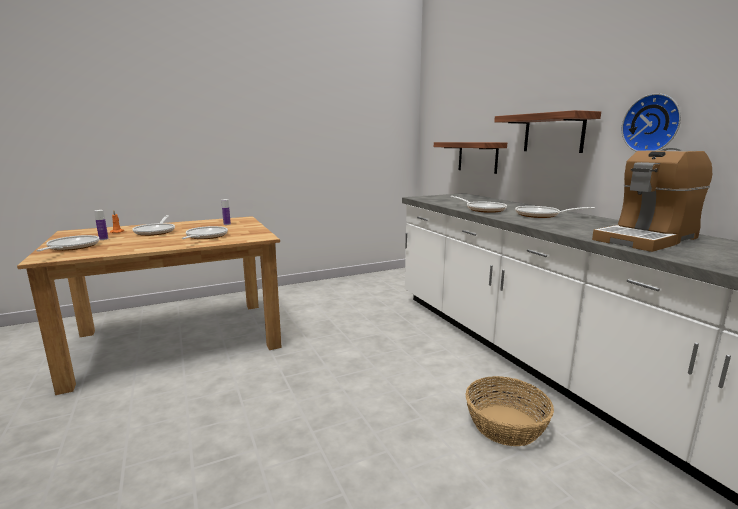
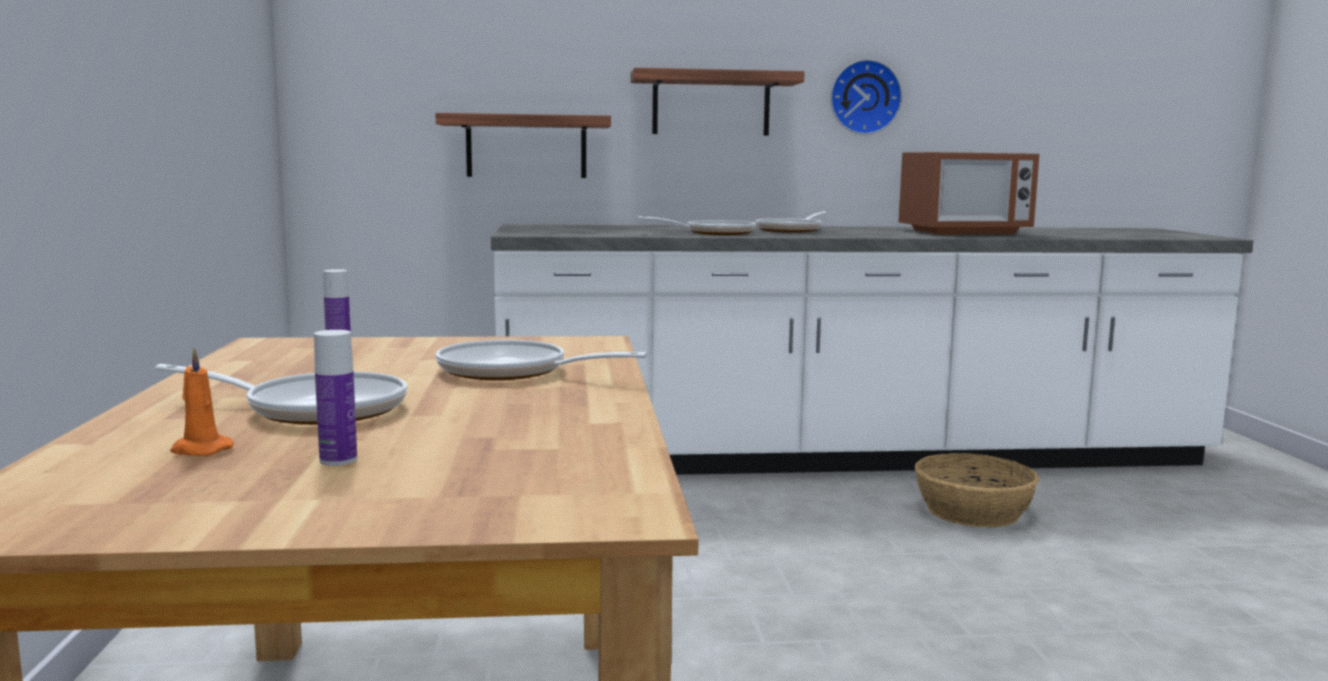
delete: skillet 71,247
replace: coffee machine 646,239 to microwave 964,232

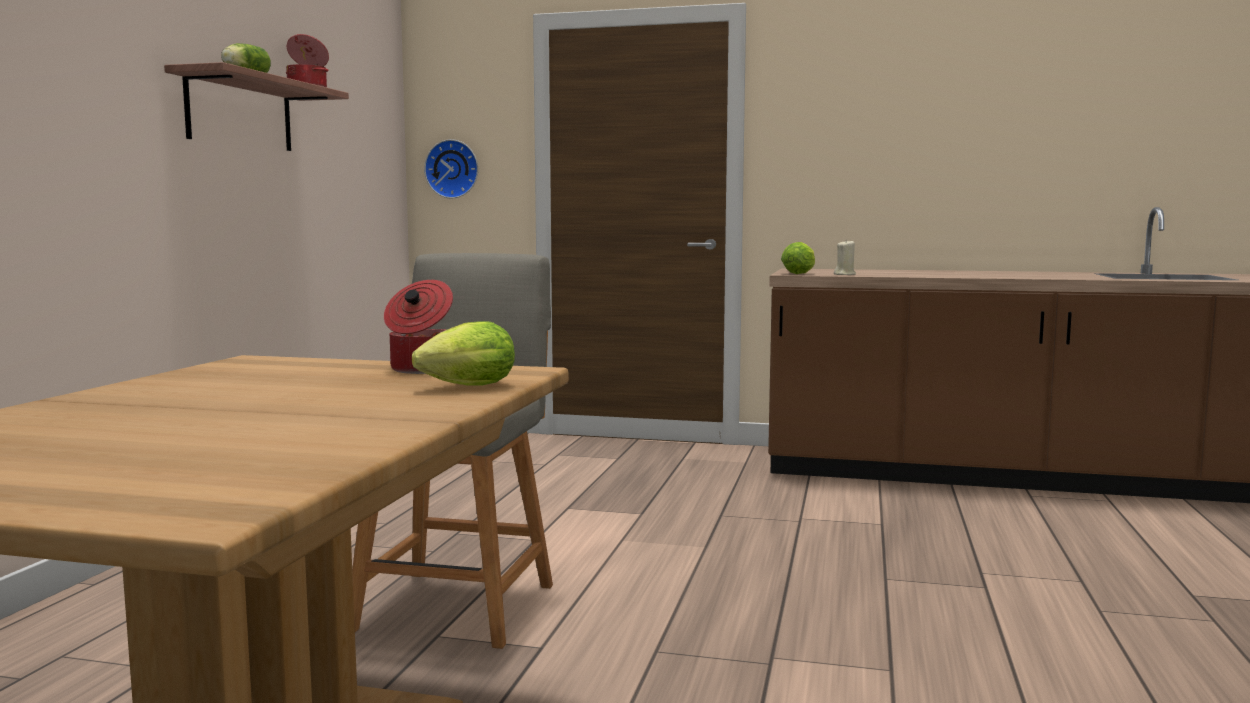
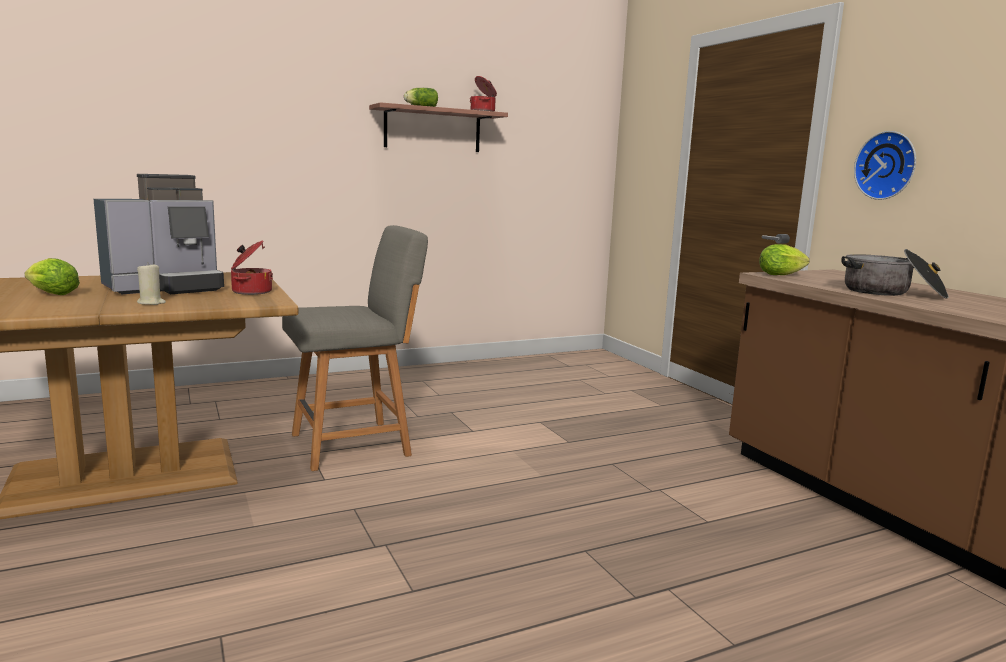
insert: coffee machine 167,288; stockpot 892,292
move: lettuce 463,387 to 50,294; wax light (sand-coloured) 845,274 to 151,303; wall clock 453,169 to 887,165

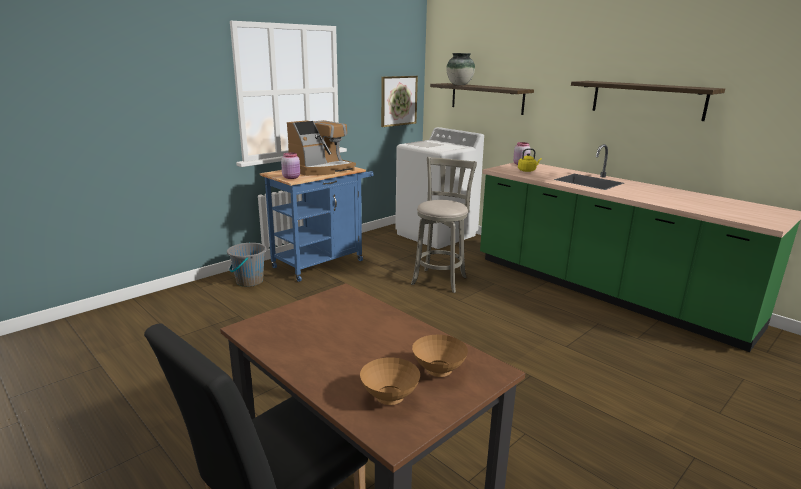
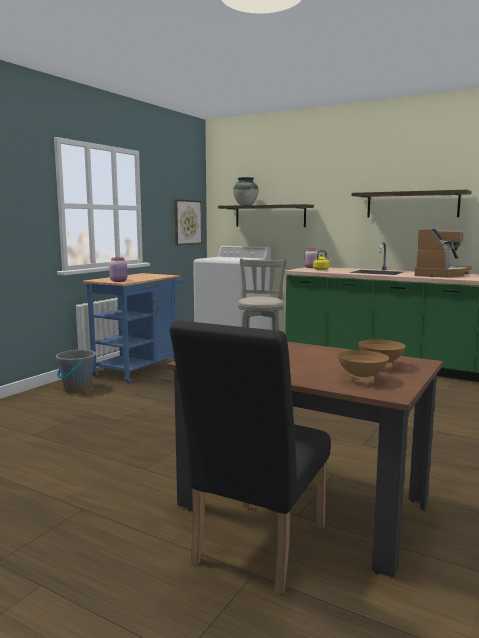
move: coffee machine 321,170 to 441,274

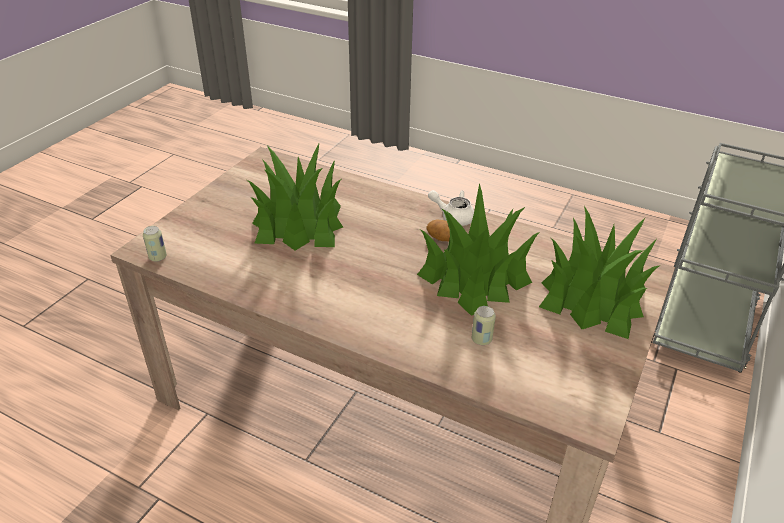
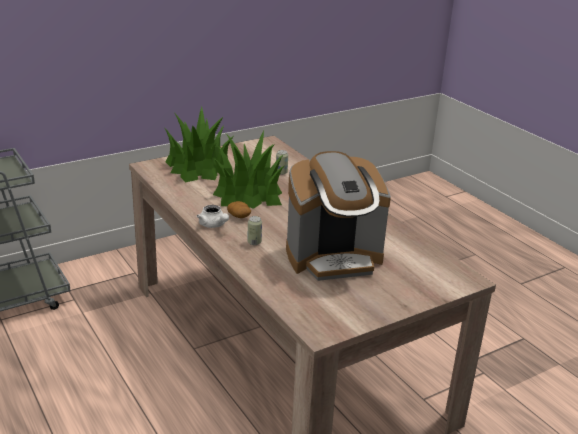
move: can 158,257 to 254,242
replace: plant in a pot 299,224 to coffee machine 334,258

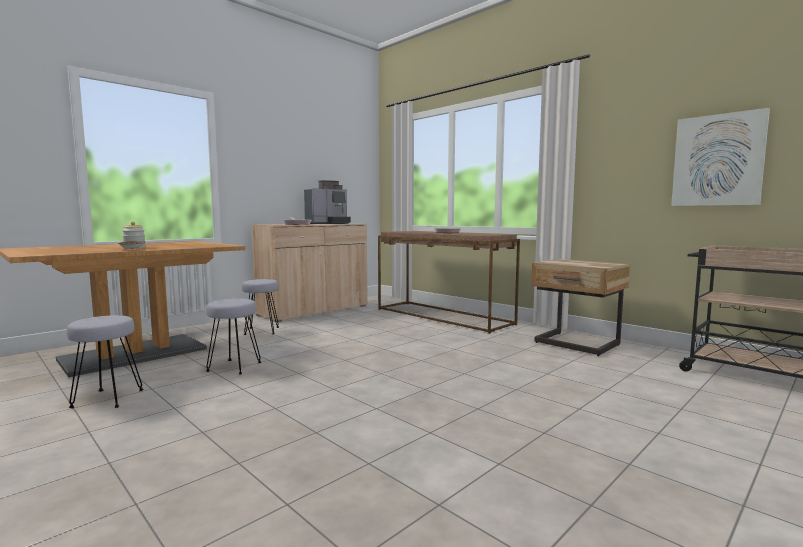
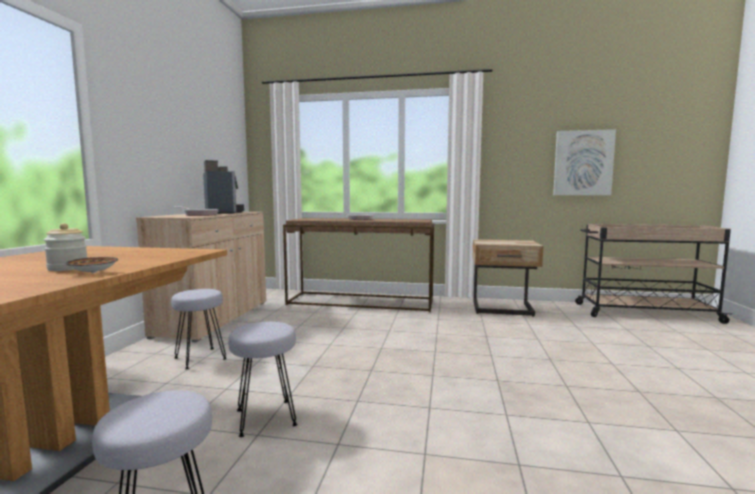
rotate: coffee machine 328,223 = 223,212 45 degrees counterclockwise

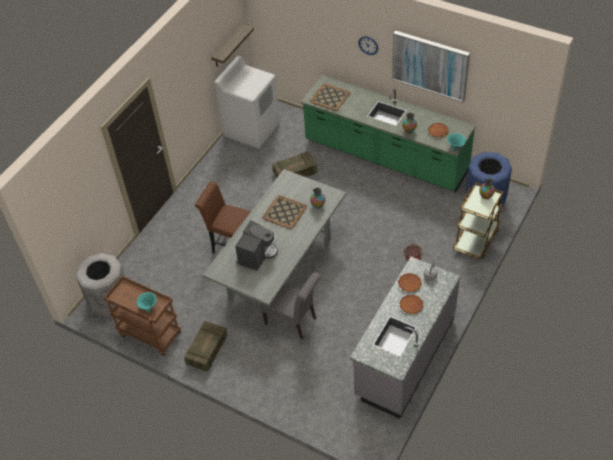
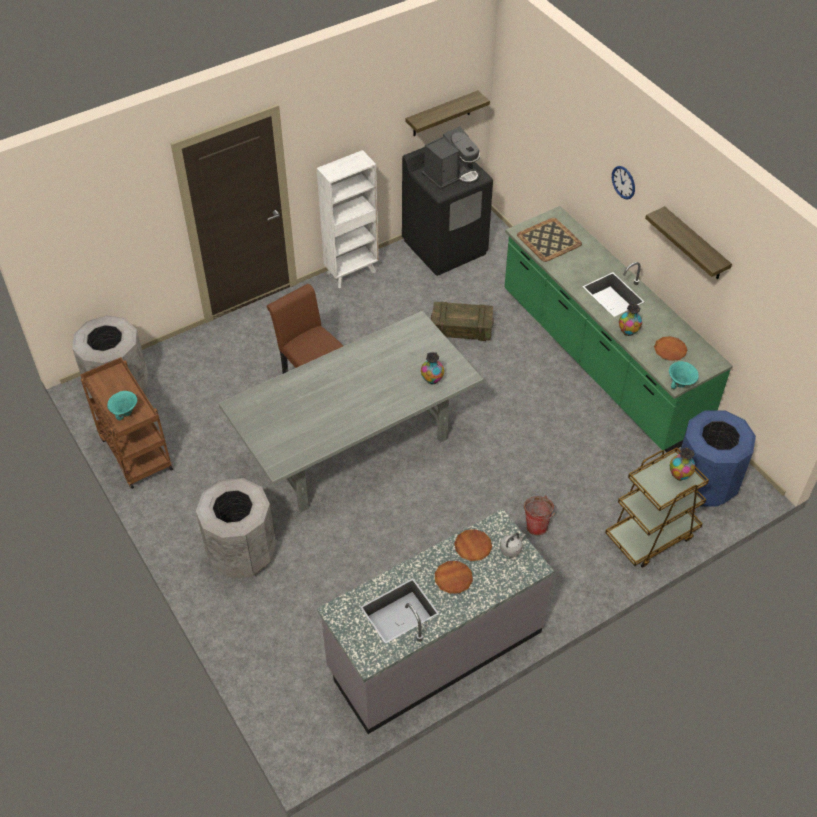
delete: shipping crate 207,350; chair (greyish) 293,322; carrying tray 284,212
insert: waste bin (greyish) 242,553; shelving unit (whitish) 352,272
move: coffee machine 256,255 to 451,176
replace: wall picture 430,65 to wall shelf 694,245
recolor: laundry appliance (whitish) 251,129 to laundry appliance (black-coloured) 445,247

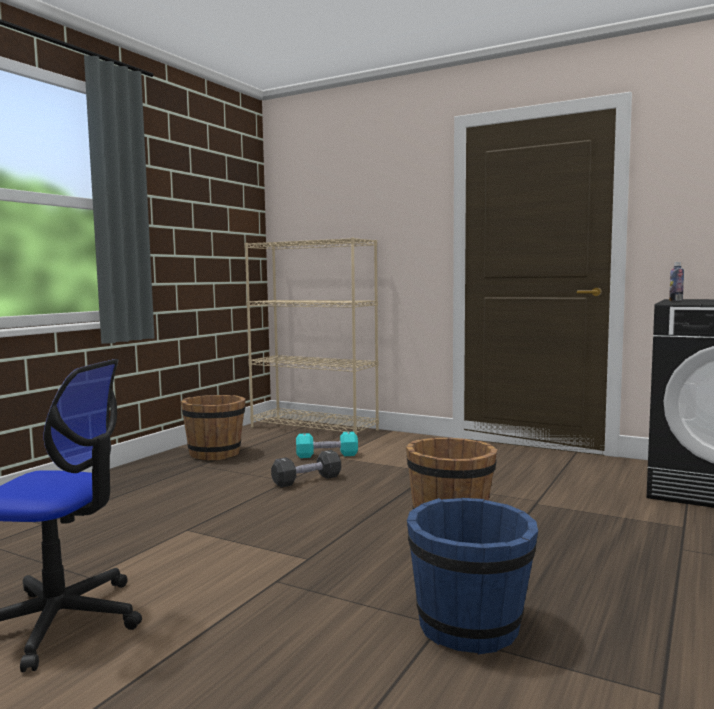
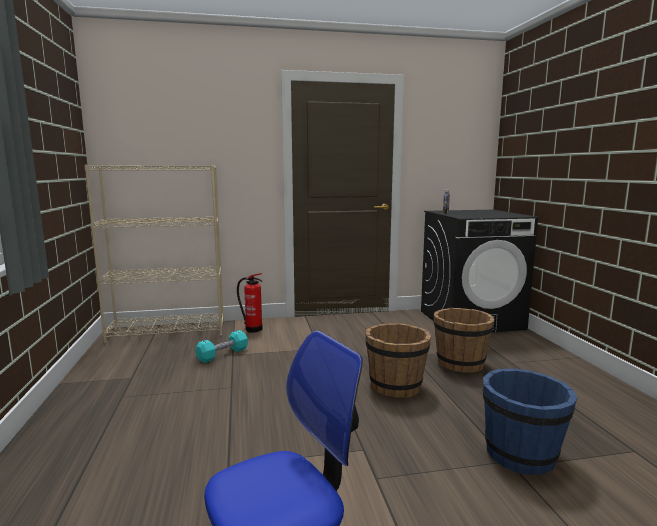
delete: dumbbell (black-coloured) 307,480
insert: extinguisher 252,329
move: water bucket (brownish) 215,454 to 460,363

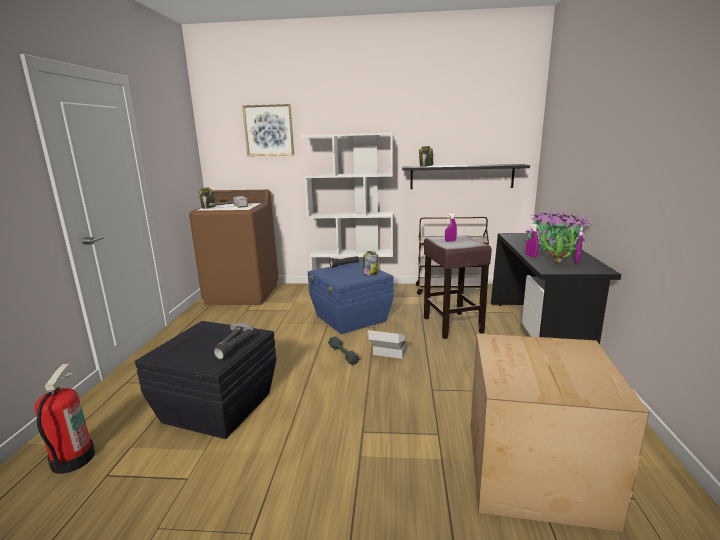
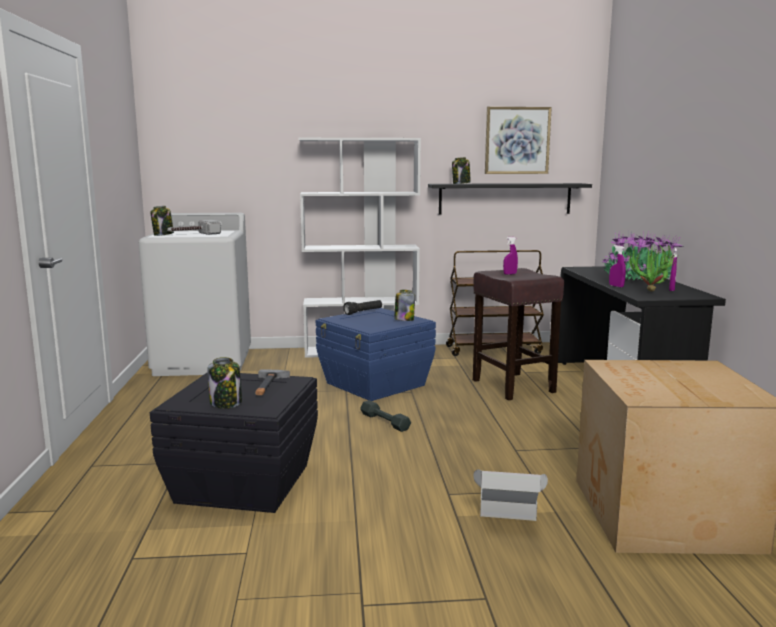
delete: extinguisher 72,459; hand torch (black-coloured) 235,349
insert: preserve jar 226,403
move: cardboard box 387,356 to 507,517; wall picture 269,130 to 517,140
recolor: laundry appliance (brownish) 243,294 to laundry appliance (whitish) 204,362

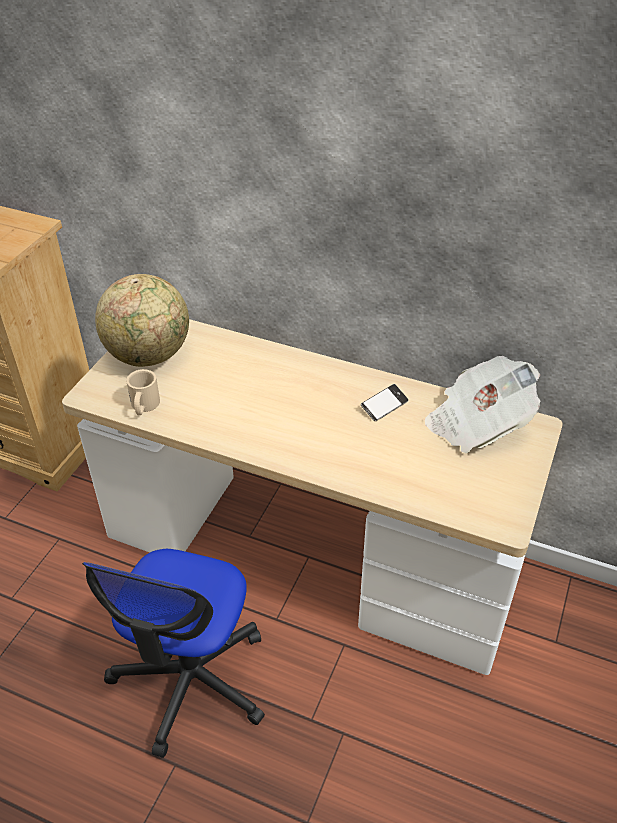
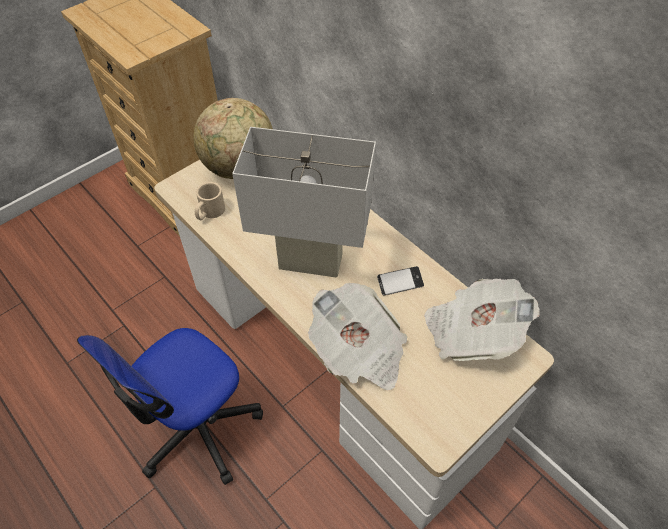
insert: tabletop lamp (whitish) 310,261; daily paper 359,351

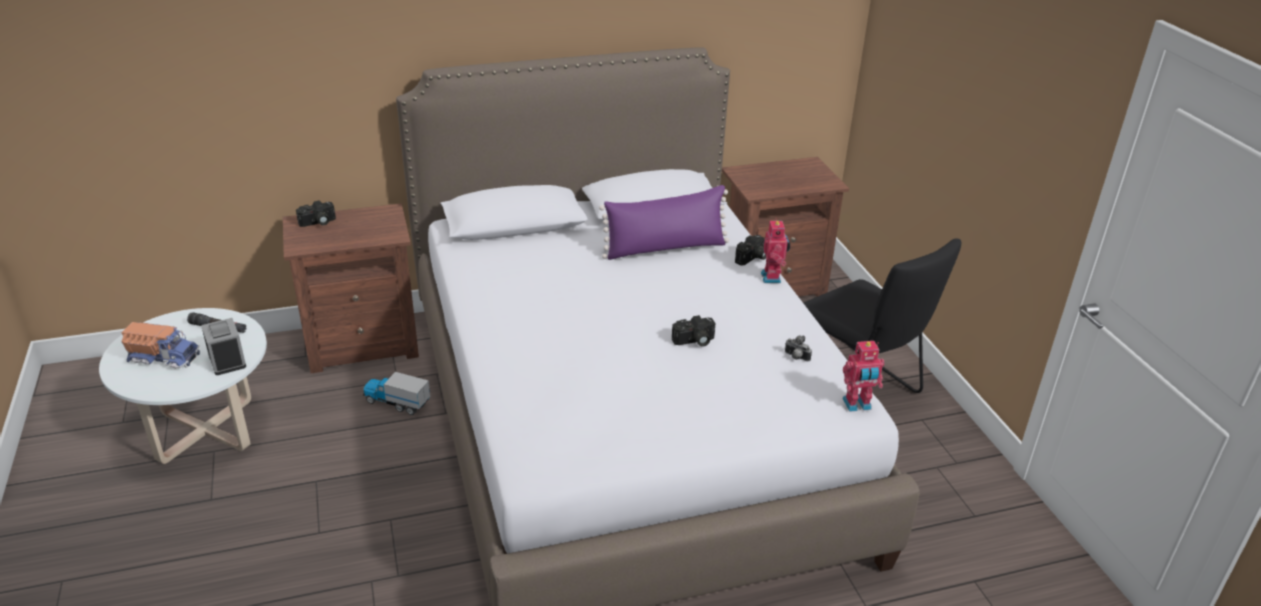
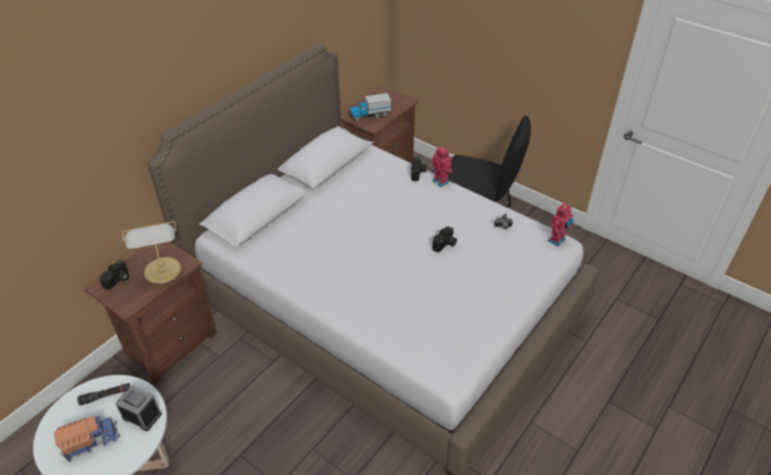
delete: pillow (purple-coloured) 665,248
insert: tabletop lamp 163,272
move: toy truck 397,402 to 369,115

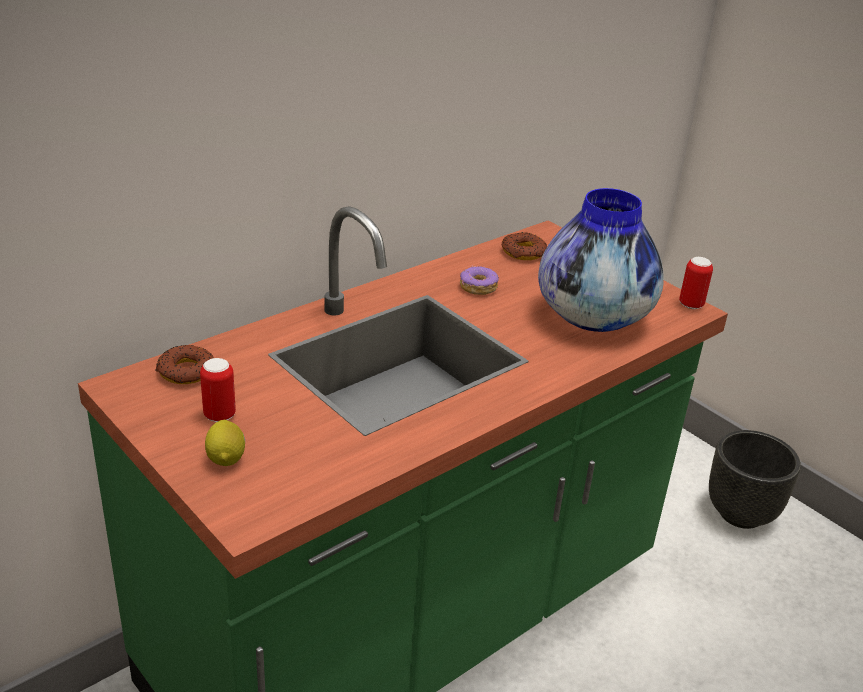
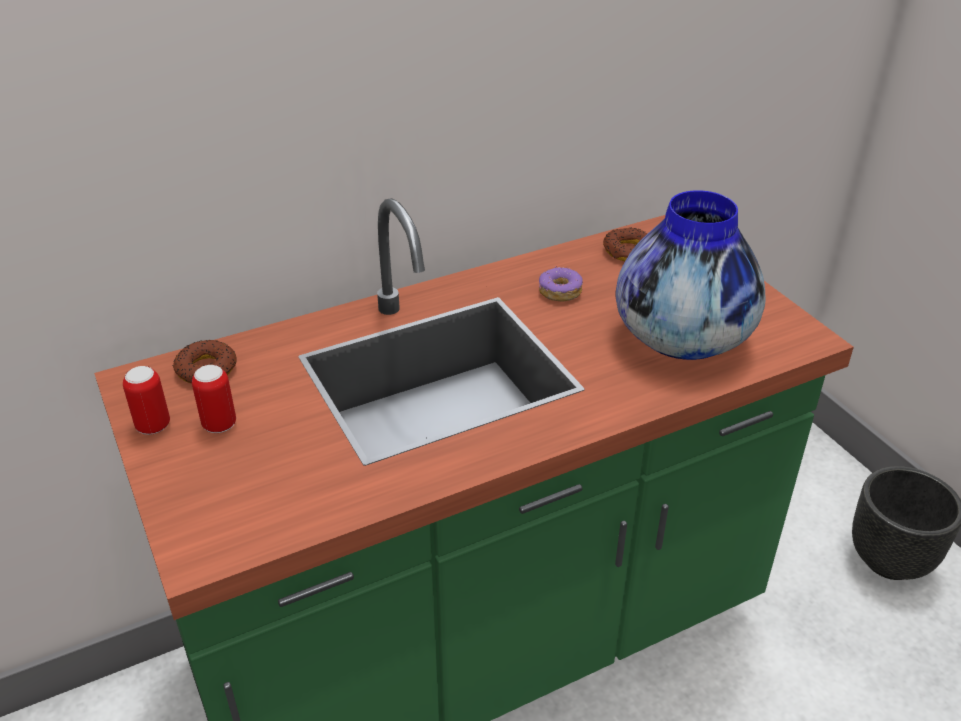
delete: whole lemon 226,458
move: can 691,304 to 153,426

